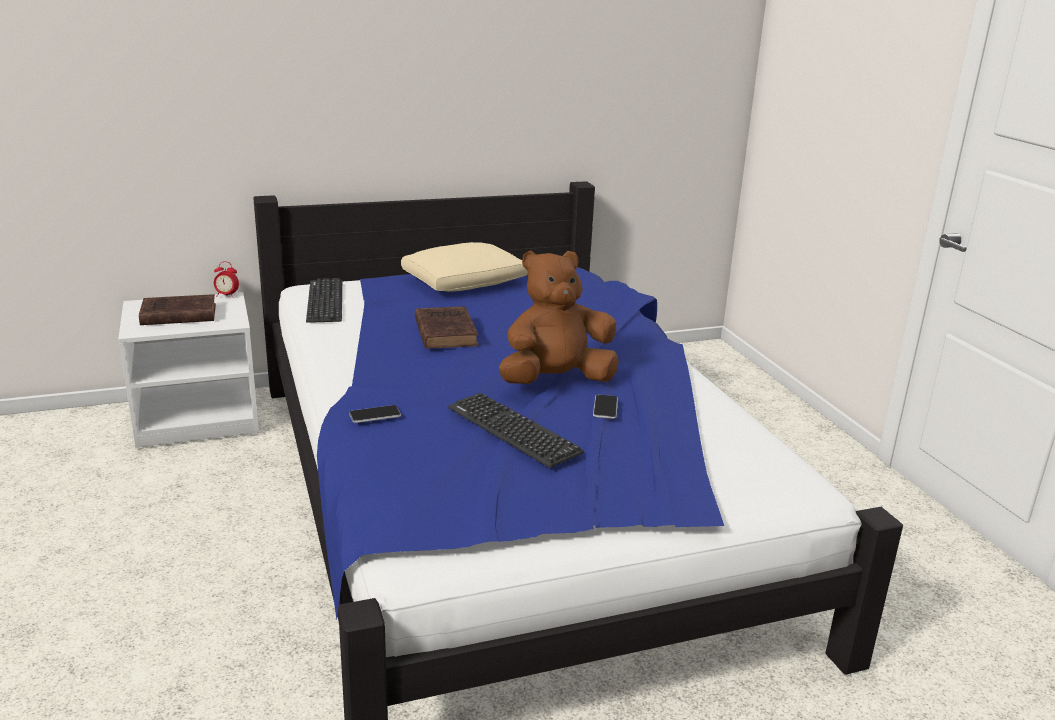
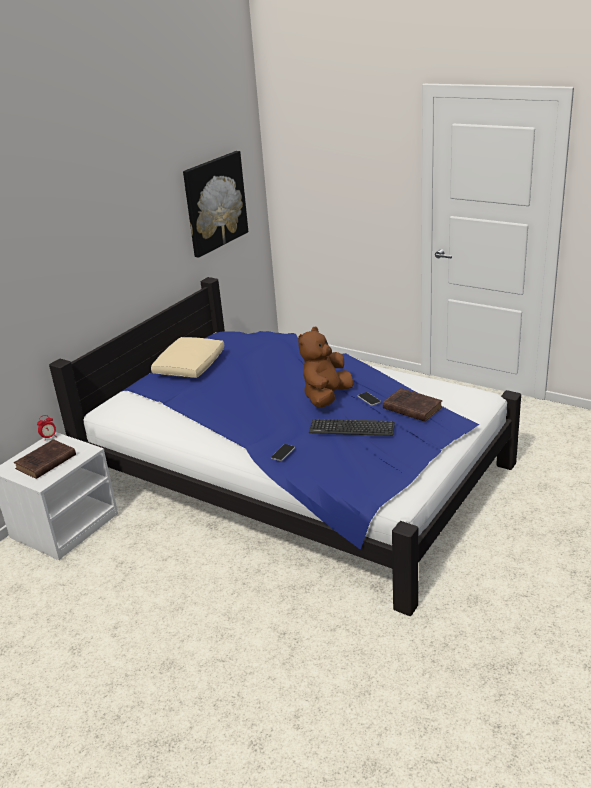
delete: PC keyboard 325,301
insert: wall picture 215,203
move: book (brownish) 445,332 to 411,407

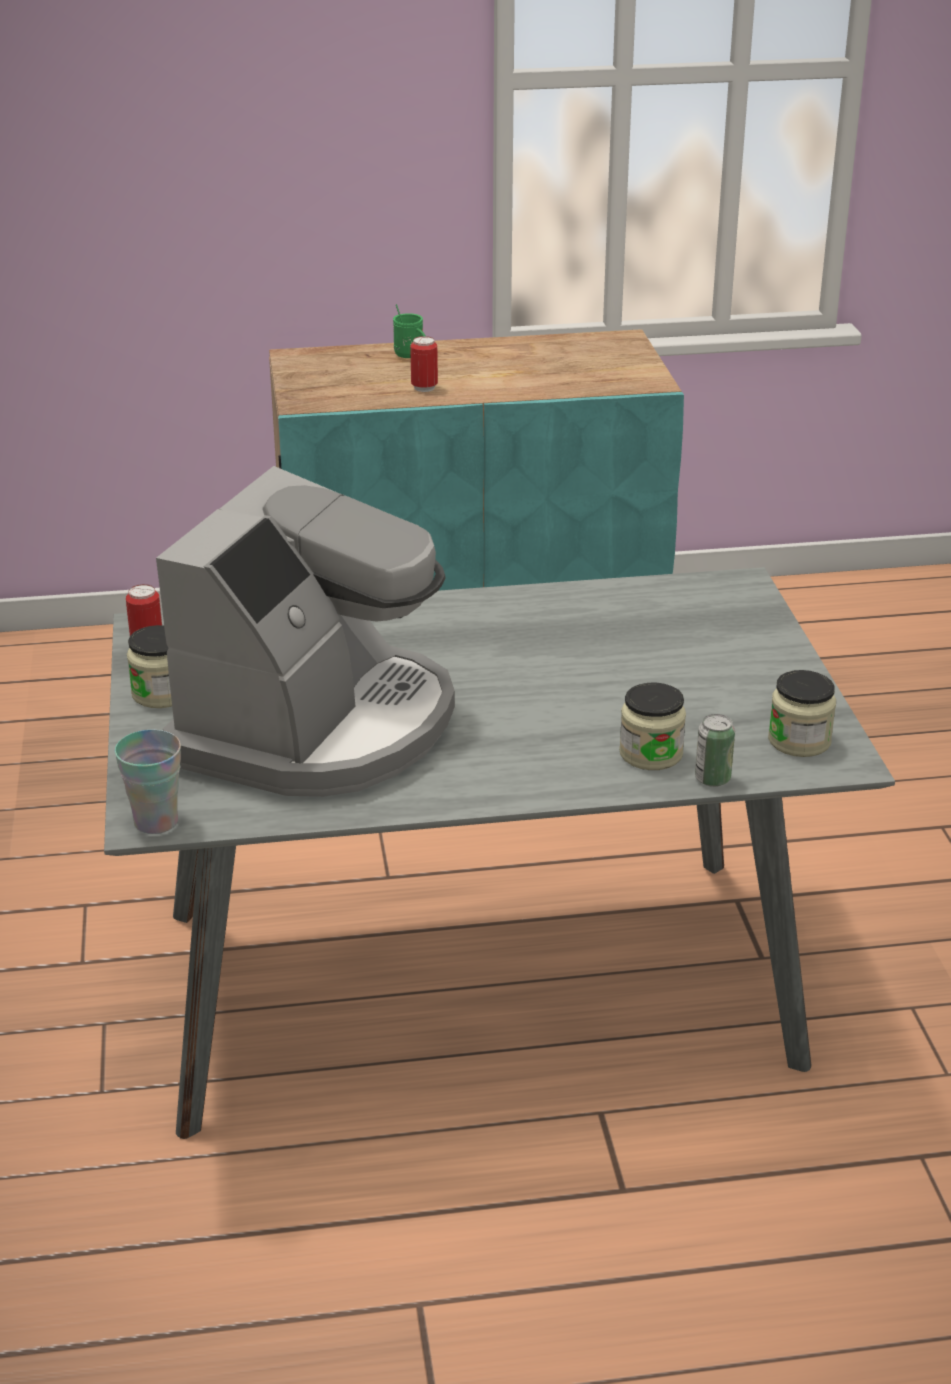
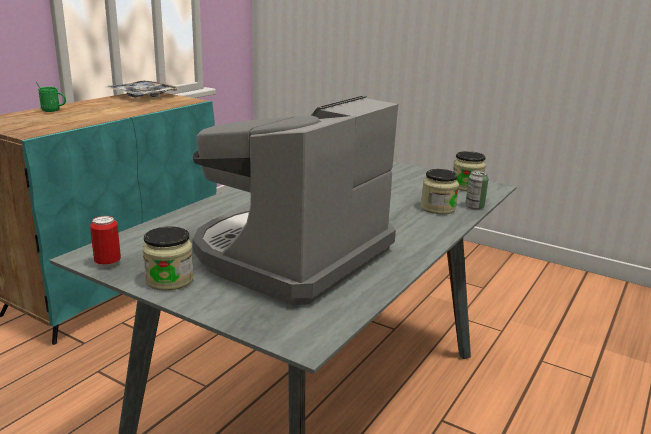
delete: cup 156,821; can 424,387
insert: carrying tray 143,95
rotate: coffee machine 318,726 = 291,256 120 degrees counterclockwise

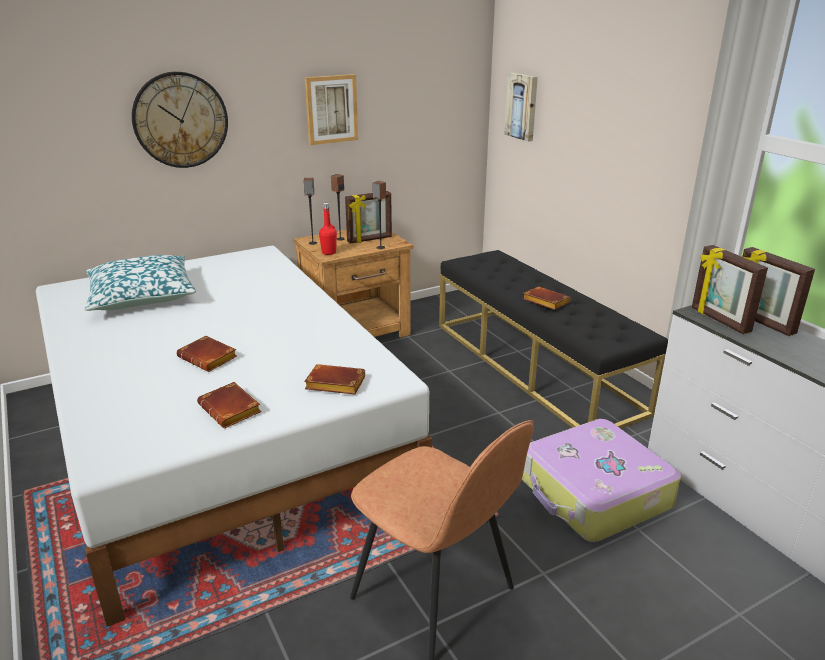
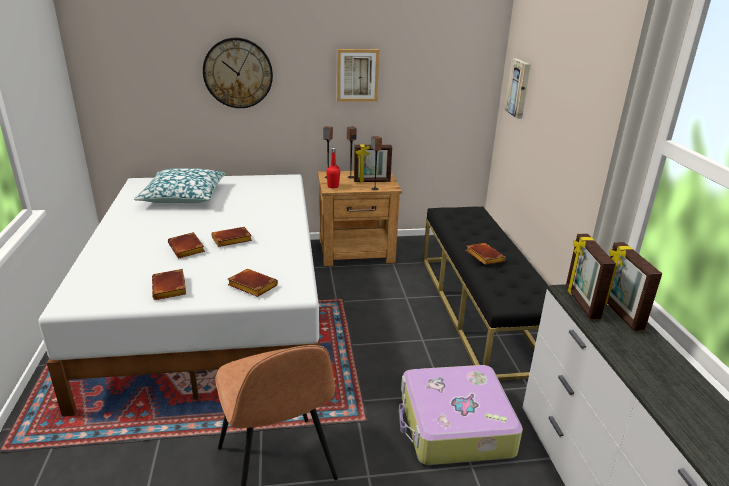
insert: book (brownish) 231,241

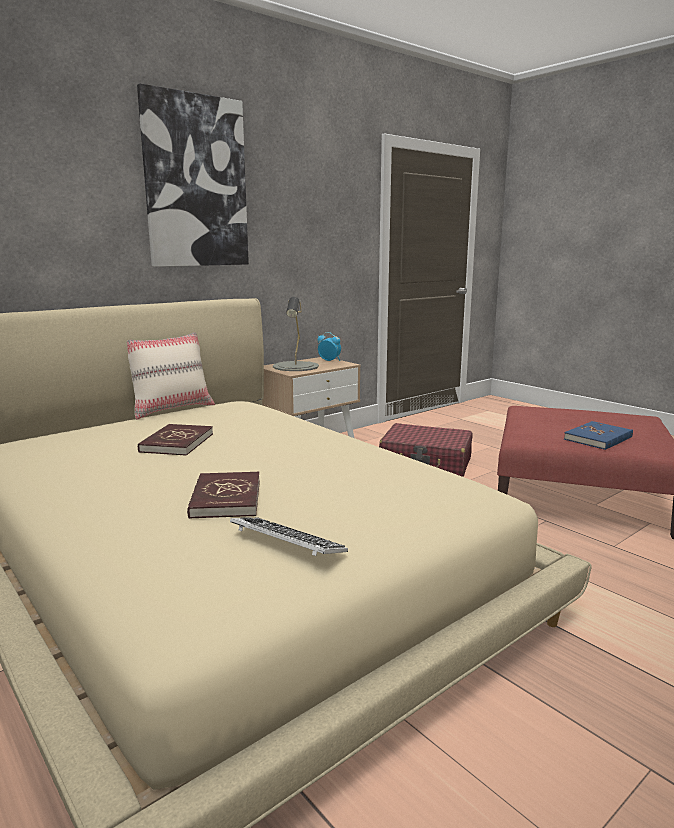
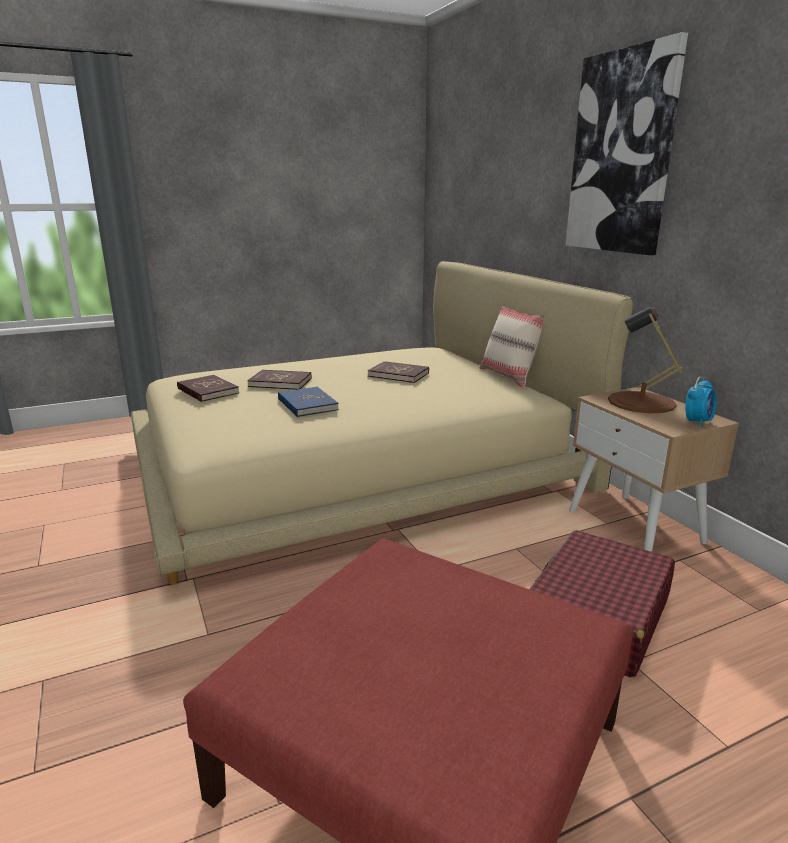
move: book (blue-coloured) 598,438 to 307,404
replace: PC keyboard 287,544 to book (reddish) 207,391
recolor: tabletop lamp (greyish) 296,366 to tabletop lamp (brownish) 641,402

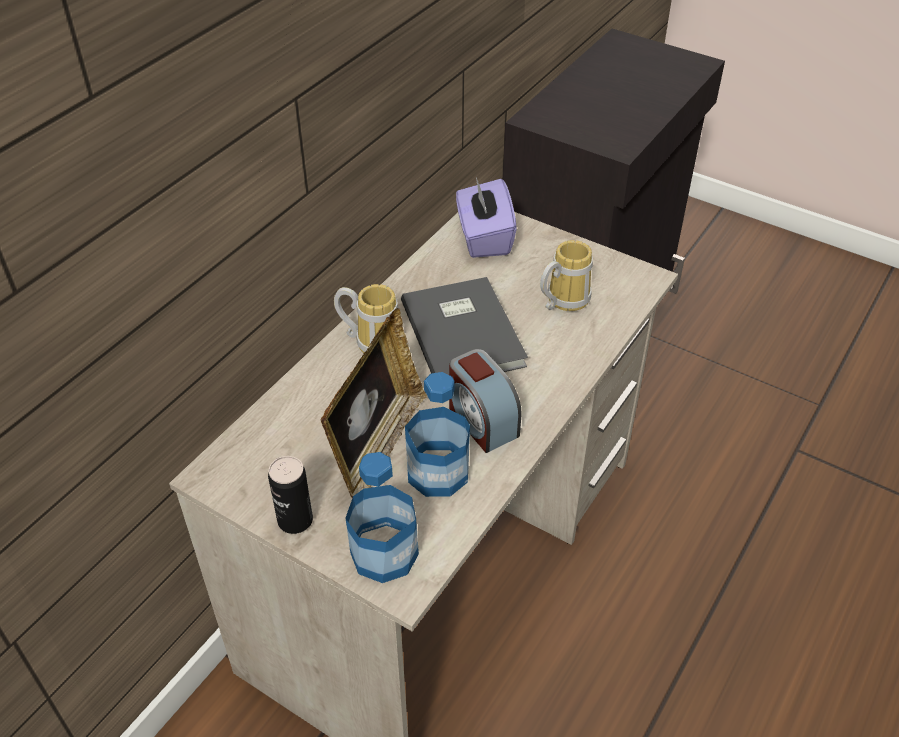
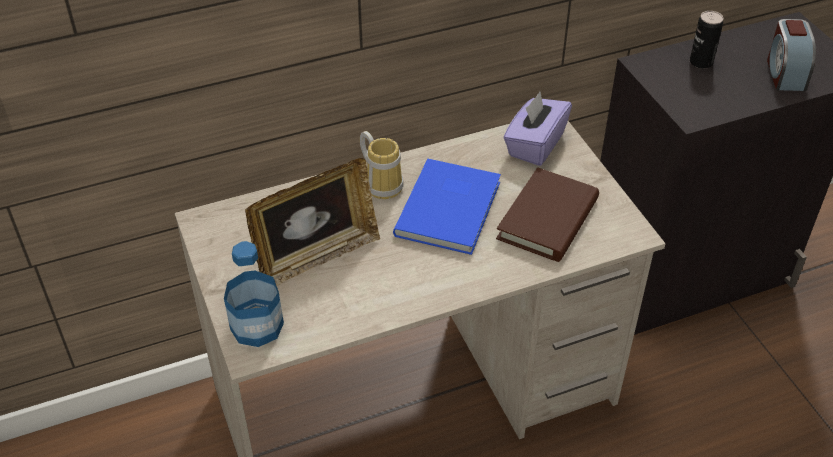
delete: bottle 438,472
move: can 295,520 to 701,62; bedside clock 481,421 to 785,73
replace: tea mug 562,300 to book (brownish) 548,219
recolor: book (greyish) 465,332 to book (blue-coloured) 451,208

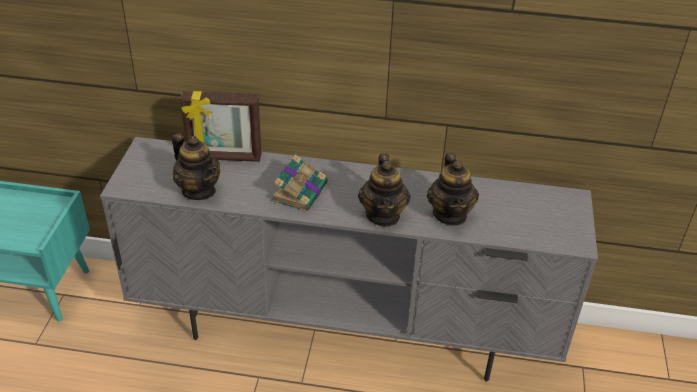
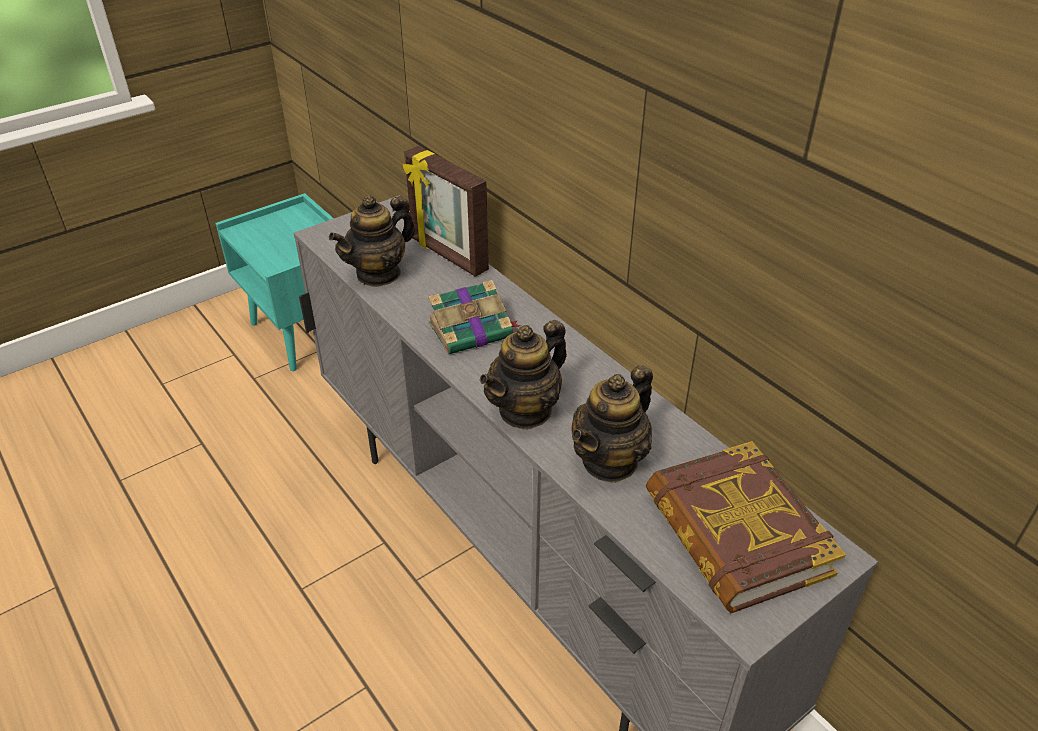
insert: book 735,534
rotate: teapot 199,190 = 379,274 45 degrees clockwise

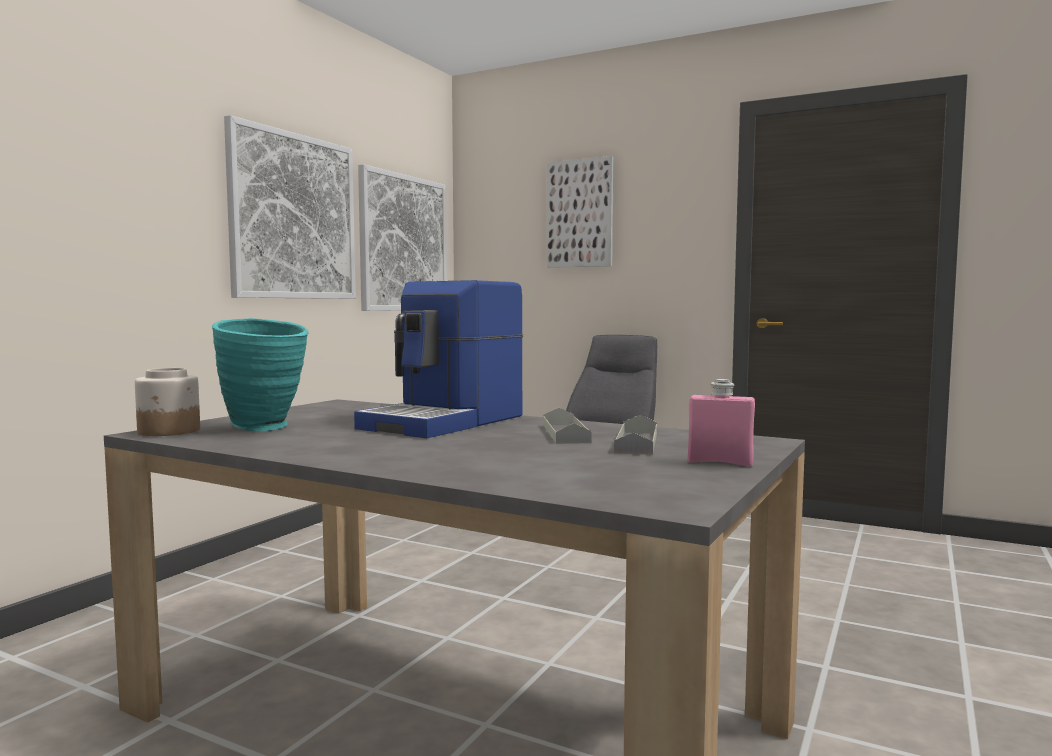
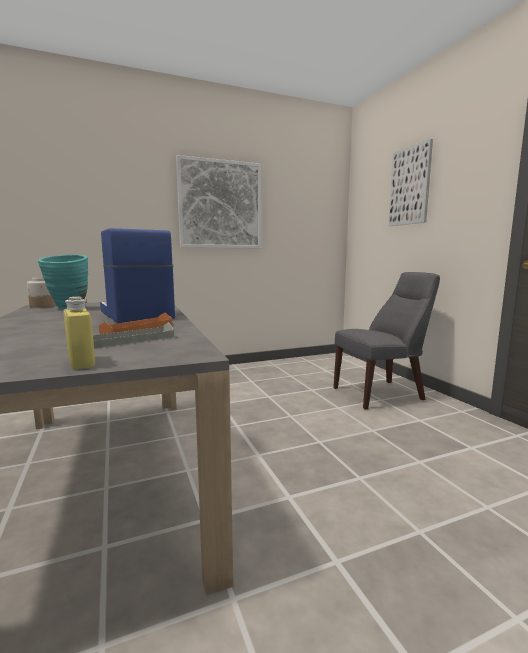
delete: wall picture 403,243
recolor: bottle (pink-coloured) 720,462 to bottle (yellow) 81,362; carrying tray (greyish) 565,433 to carrying tray (orangey) 138,328
rotate: coffee machine 446,422 = 134,315 75 degrees clockwise

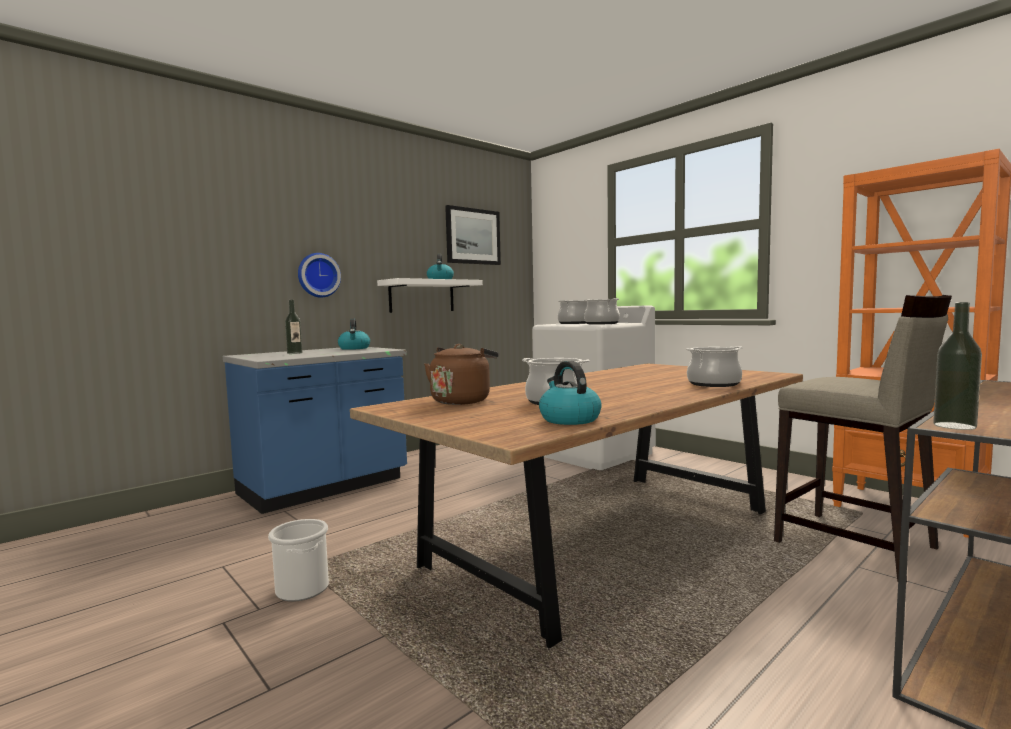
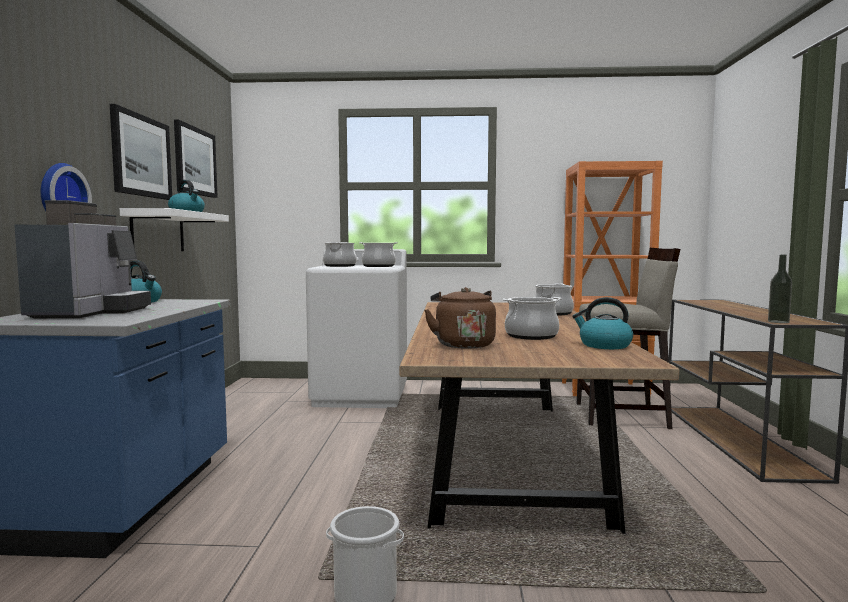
insert: wall picture 141,156
replace: bottle 294,353 to coffee machine 91,312

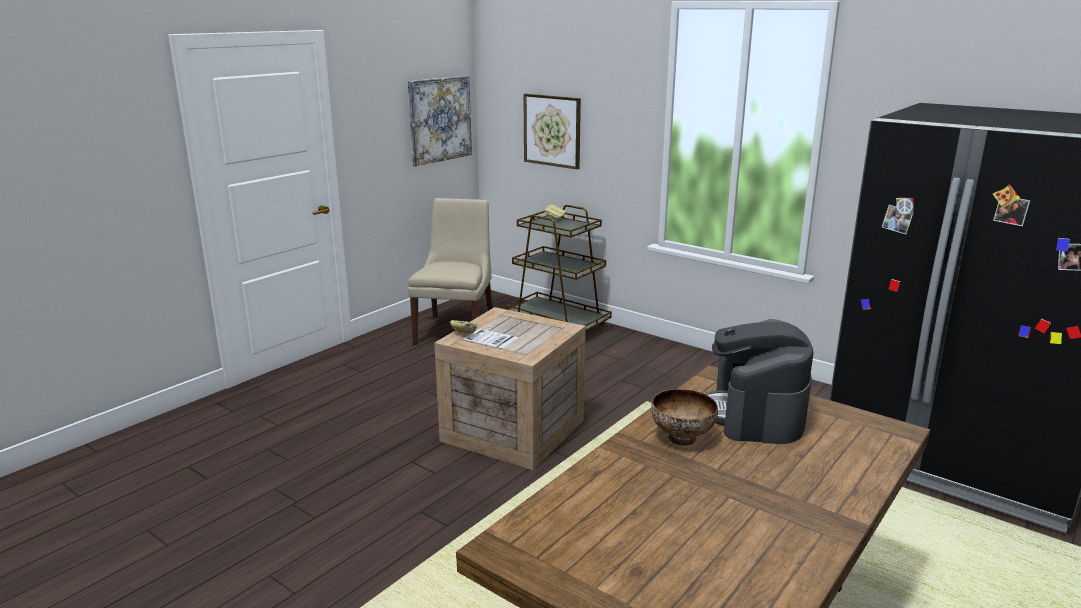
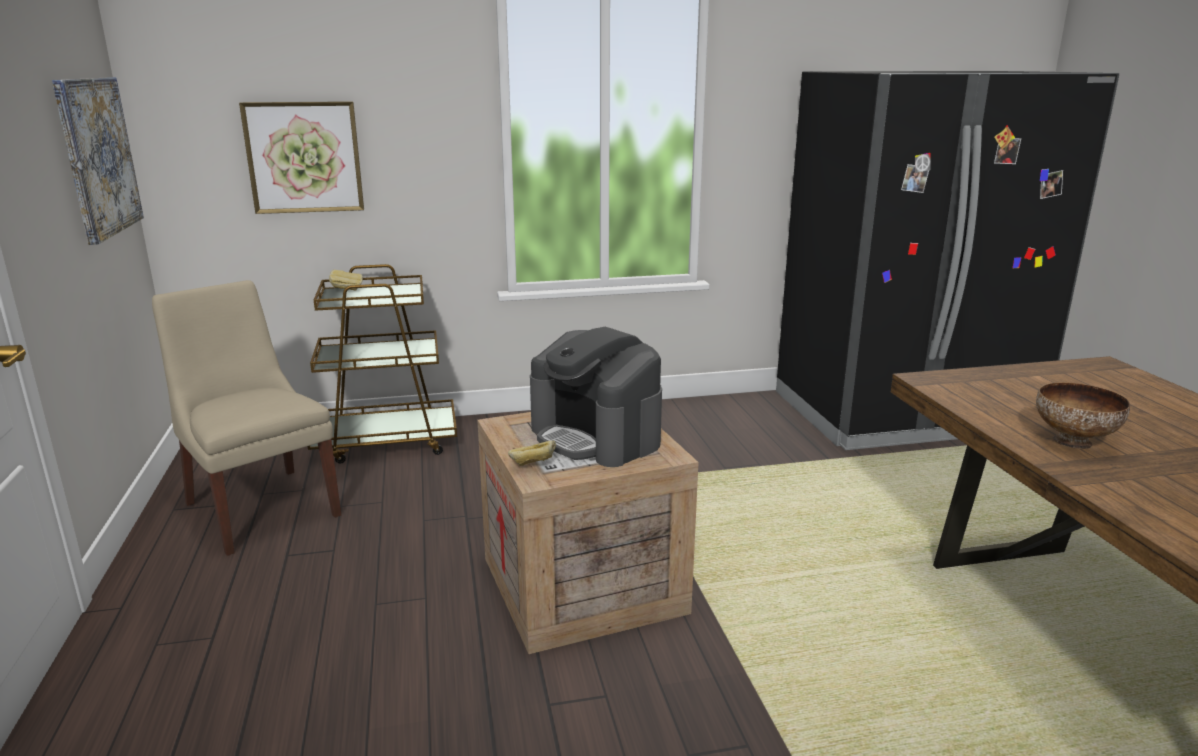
move: coffee machine 755,414 to 596,436

